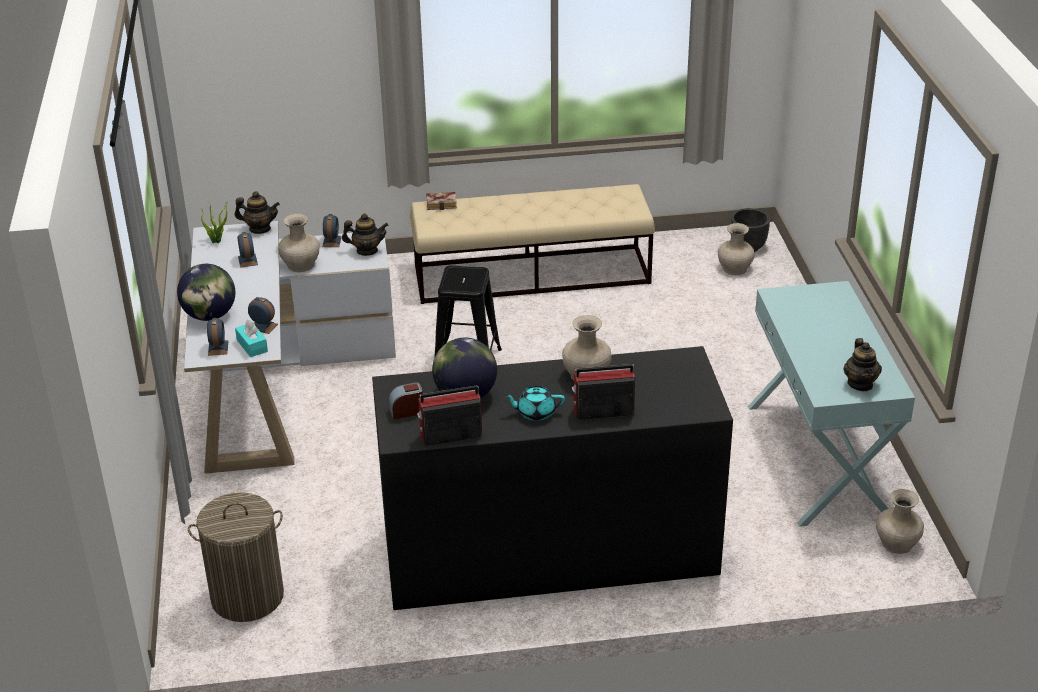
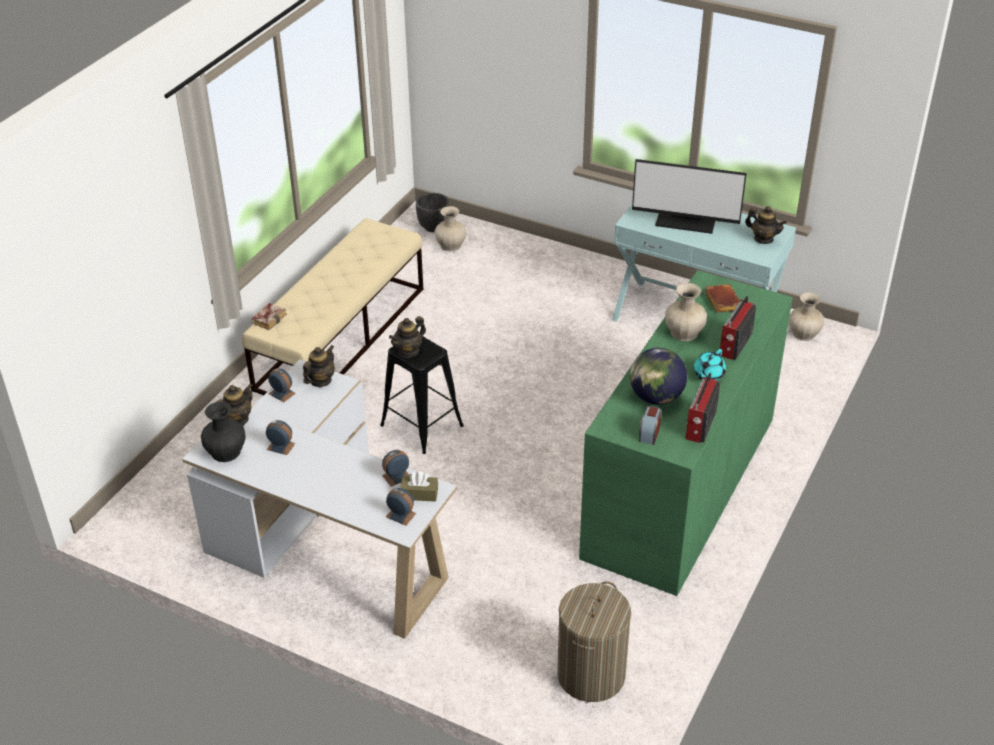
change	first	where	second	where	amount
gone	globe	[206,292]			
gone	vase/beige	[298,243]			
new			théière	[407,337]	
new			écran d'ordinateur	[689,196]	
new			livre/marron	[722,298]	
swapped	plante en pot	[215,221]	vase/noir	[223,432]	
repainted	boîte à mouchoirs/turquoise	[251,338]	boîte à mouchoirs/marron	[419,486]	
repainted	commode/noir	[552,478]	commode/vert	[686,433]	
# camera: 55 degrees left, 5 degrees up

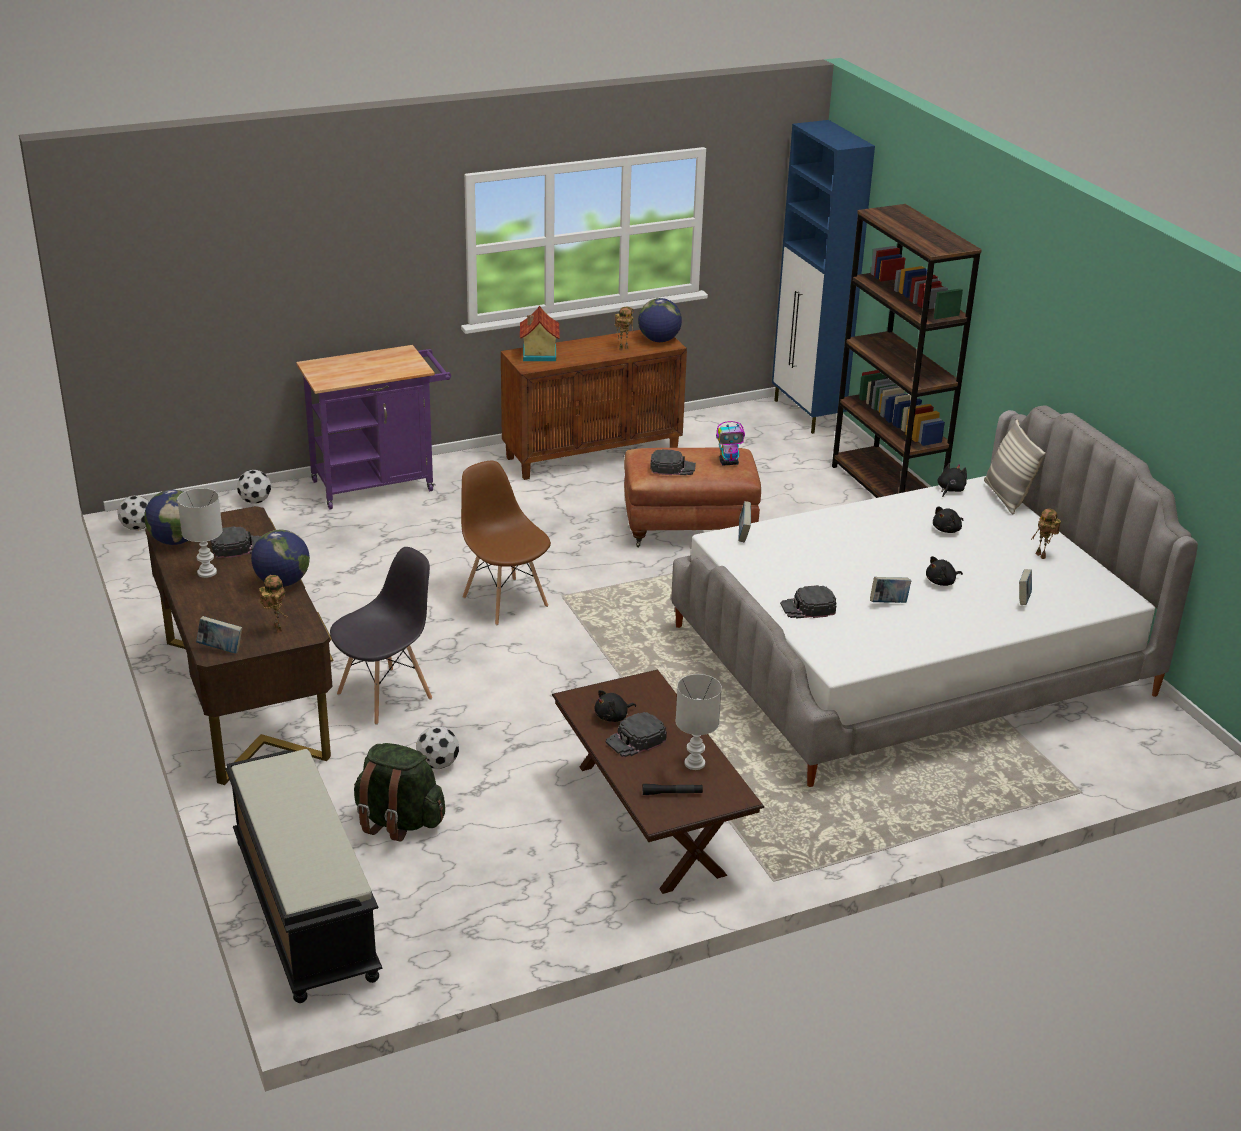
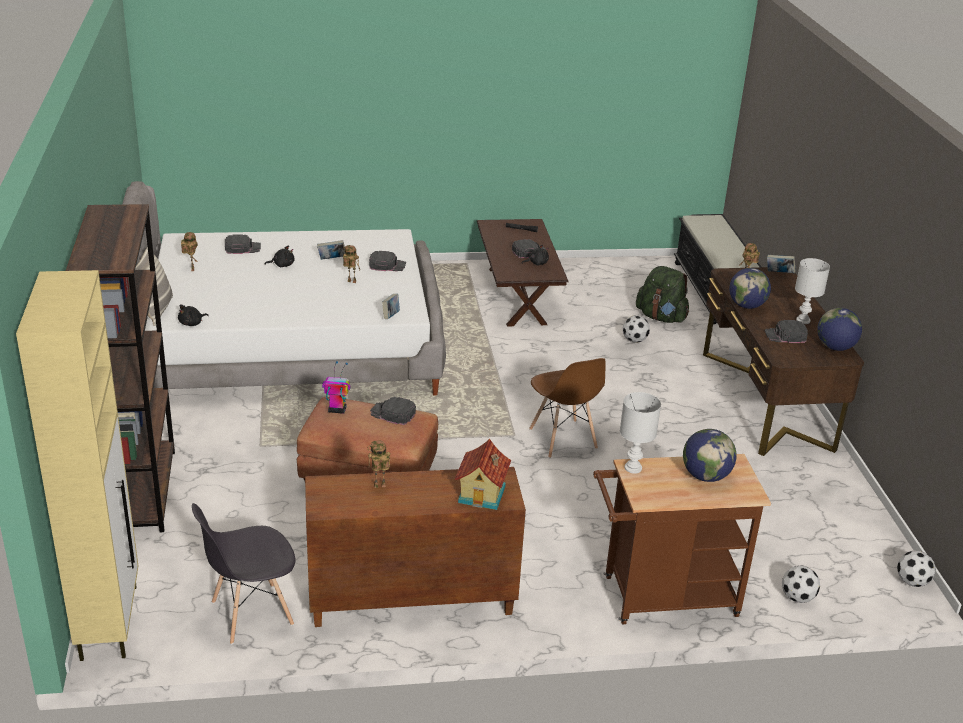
change	first	where	second	where	amount
gone	peluche/noir	[948,519]			
new			robot jouet	[351,264]	
shifted	chaise/gris	[381,636]		[244,573]	
shifted	globe	[660,320]		[710,455]	
shifted	lampe de table/blanc	[699,722]		[640,433]	
swapped	livre	[1025,587]	casquette/noir	[243,244]	
repainted	chariot/violet	[373,427]	chariot/marron	[682,539]	
repainted	meuble de rangement/bleu	[823,277]	meuble de rangement/beige	[77,465]	
# camera: 165 degrees left, 0 degrees up

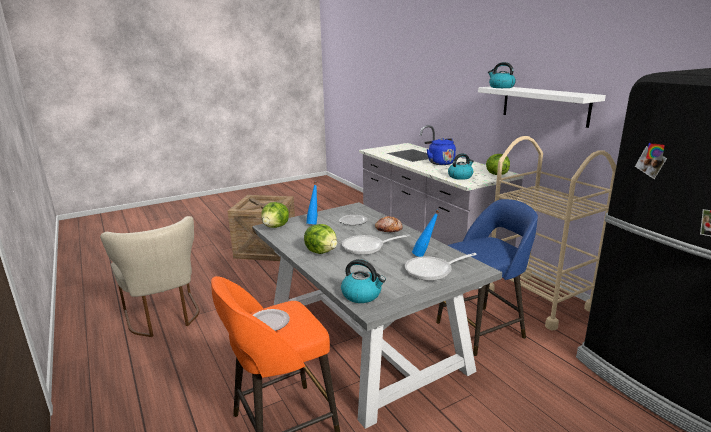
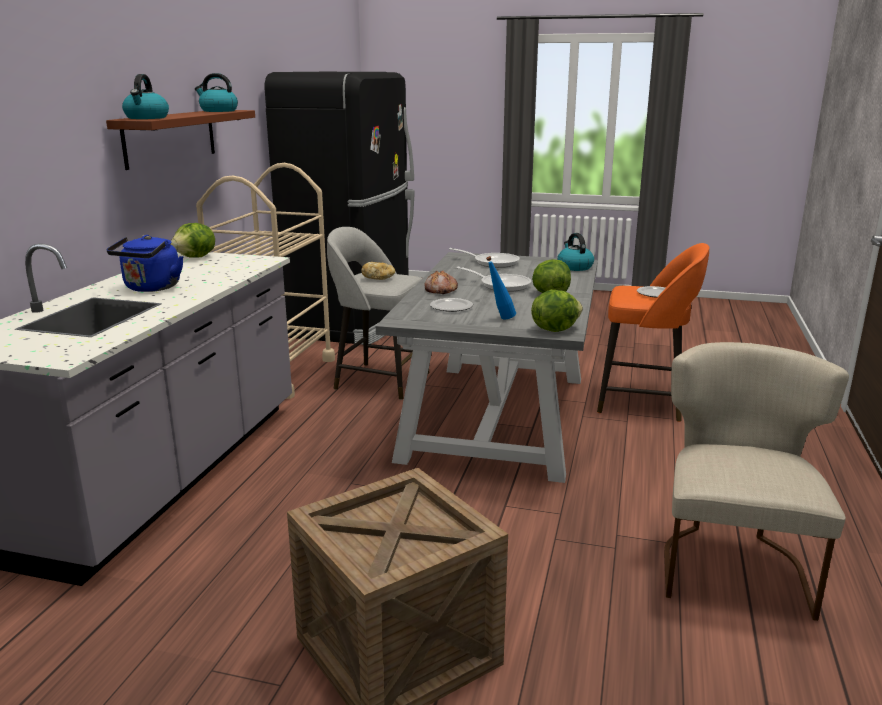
change	first	where	second	where	amount
gone	bouteille/bleu	[426,233]			
new			pain	[378,271]	
shifted	bouilloire	[461,166]		[216,92]	
repainted	tabouret/bleu	[487,277]	tabouret/gris	[378,313]	
repainted	étagère/blanc	[542,107]	étagère/marron	[180,140]	
# camera: 135 degrees left, 0 degrees up

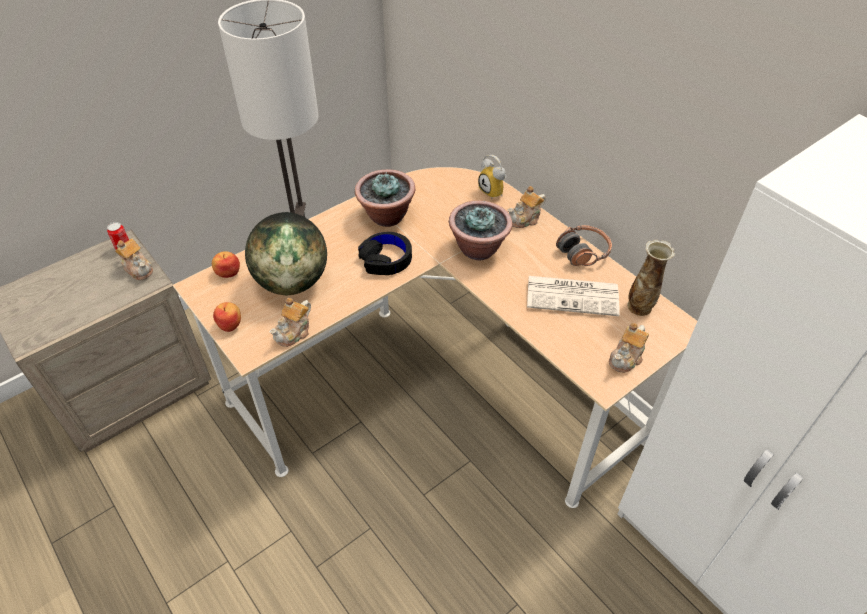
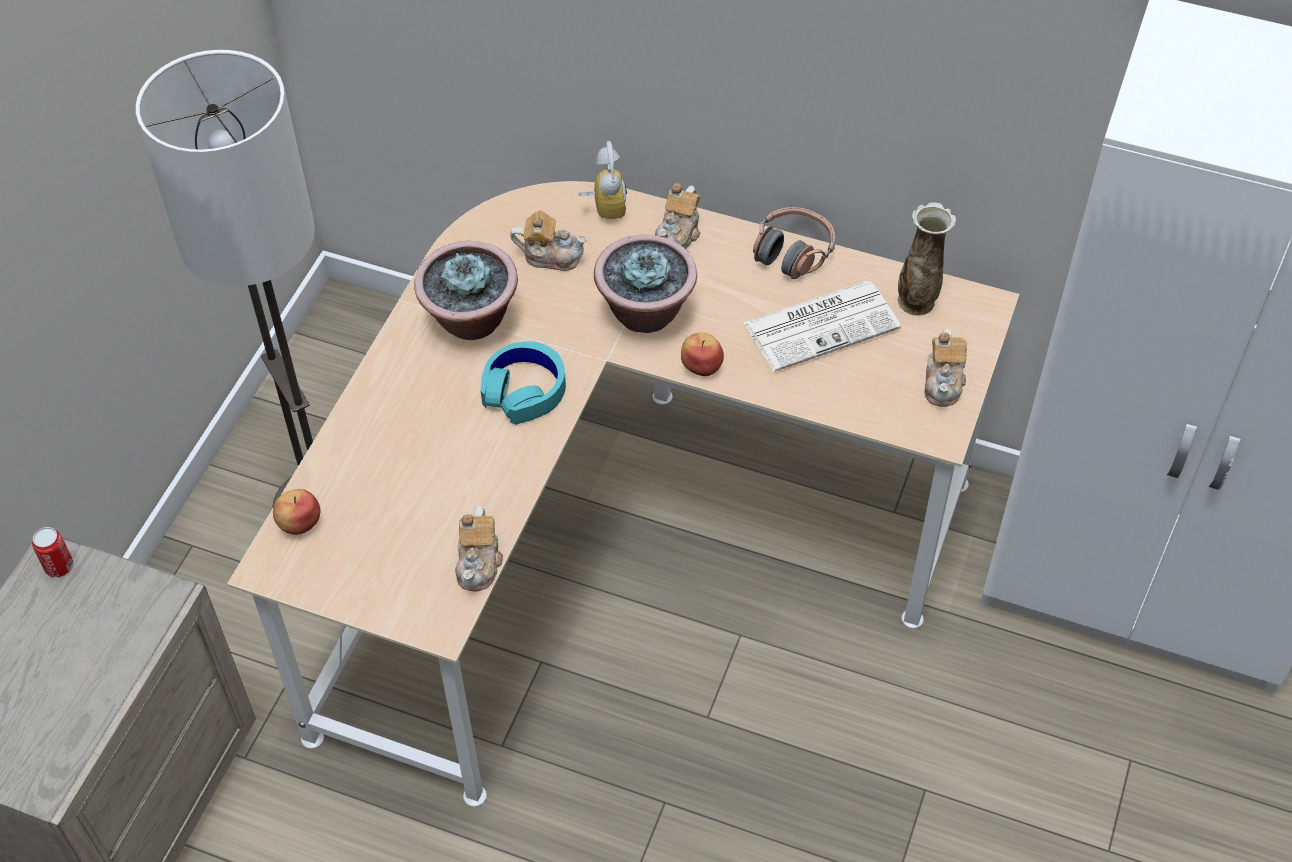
change	first	where	second	where	amount
gone	globe	[286,253]			
shifted	théière	[134,259]		[548,240]	
shifted	pomme	[227,317]		[702,354]	
repainted	casque audio/noir	[385,253]	casque audio/turquoise	[523,383]	
rotated	réveil	[492,176]		[603,180]	120 degrees counterclockwise
# camera: 30 degrees left, 5 degrees up

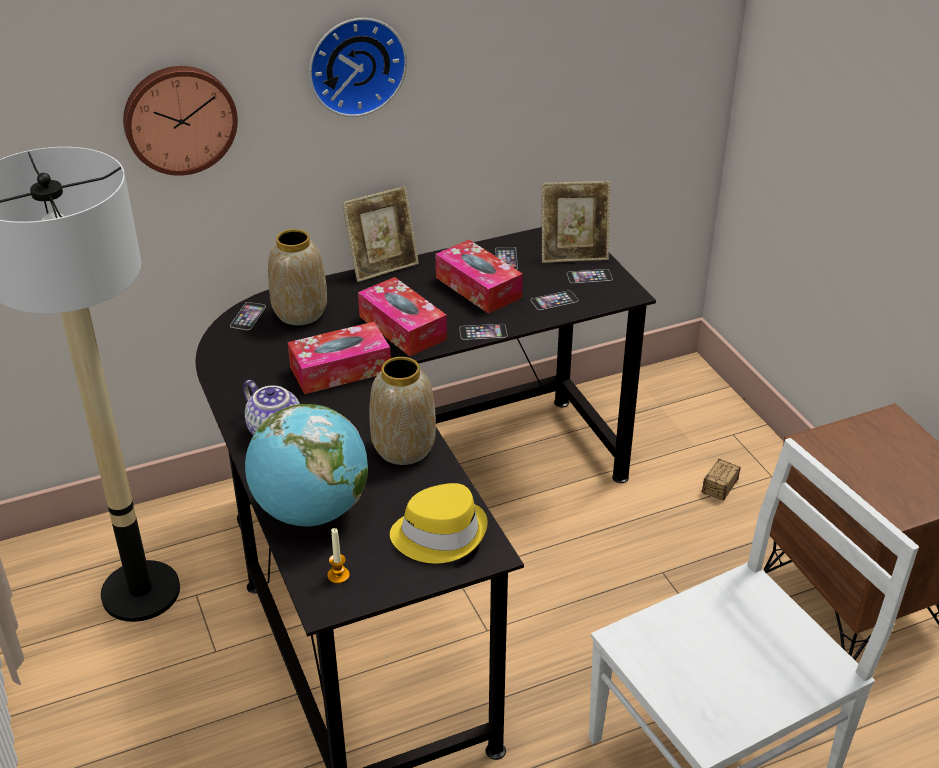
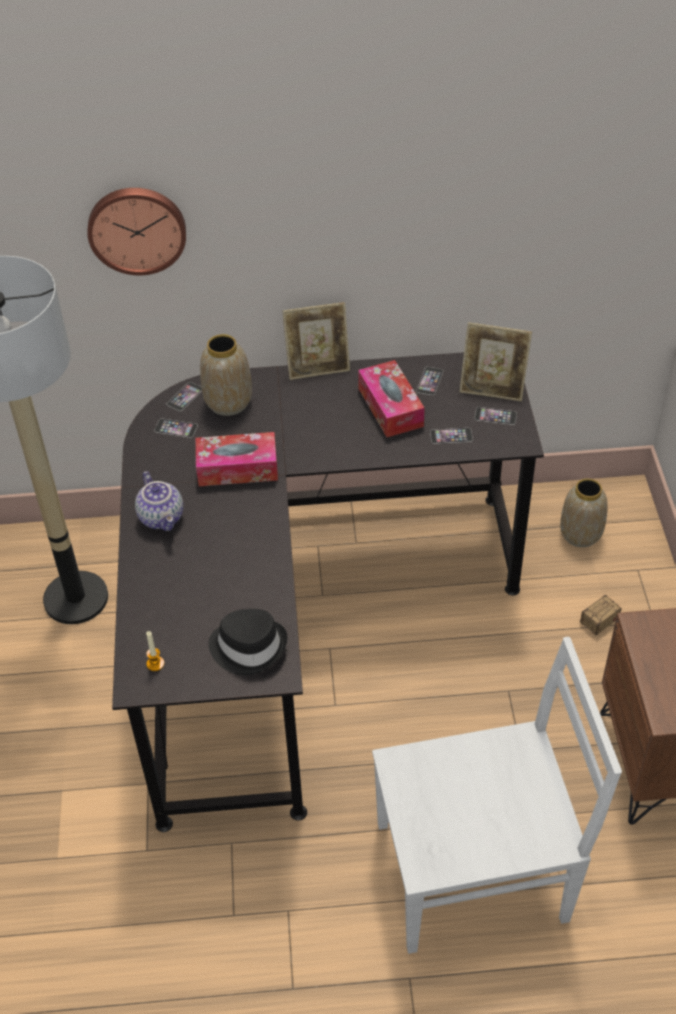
change	first	where	second	where	amount
gone	globe	[306,465]			
gone	horloge murale	[358,67]			
gone	boîte à mouchoirs	[402,316]			
shifted	vase	[402,411]		[584,513]	
shifted	téléphone	[483,332]		[176,428]	
repainted	chapeau/jaune	[439,523]	chapeau/noir	[248,642]	
# camera: 20 degrees right, 10 degrees up

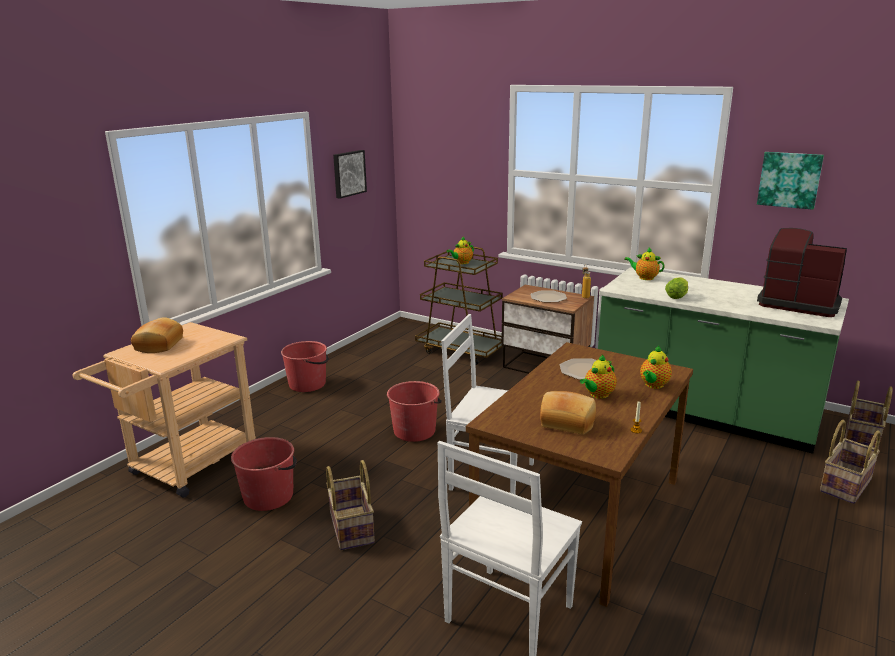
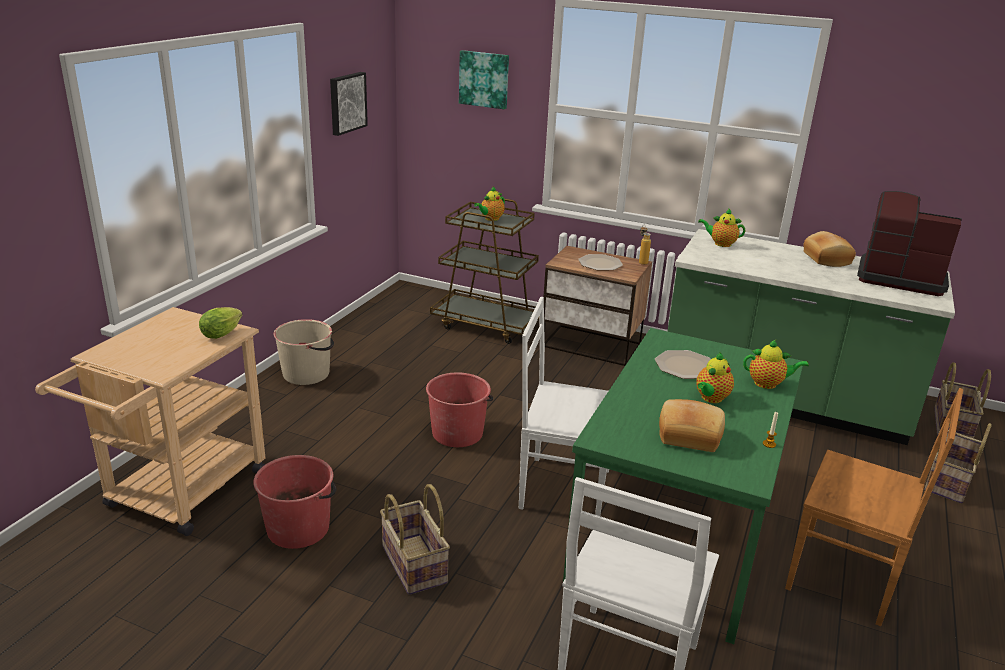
change	first	where	second	where	amount
new			chaise/marron	[874,507]	
shifted	pain	[157,335]		[830,249]	
shifted	laitue	[676,288]		[220,323]	
shifted	tableau	[790,181]		[484,79]	
repainted	seau/rouge	[305,366]	seau/beige	[304,352]	
repainted	table à manger/marron	[579,474]	table à manger/vert	[683,486]	
rotated	théière	[656,367]		[776,364]	105 degrees counterclockwise
# camera: 10 degrees left, 5 degrees up

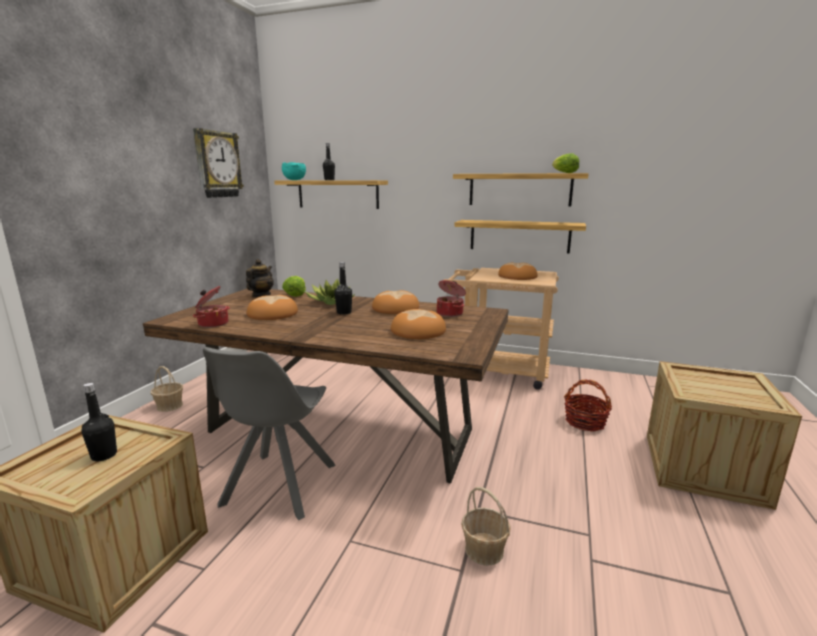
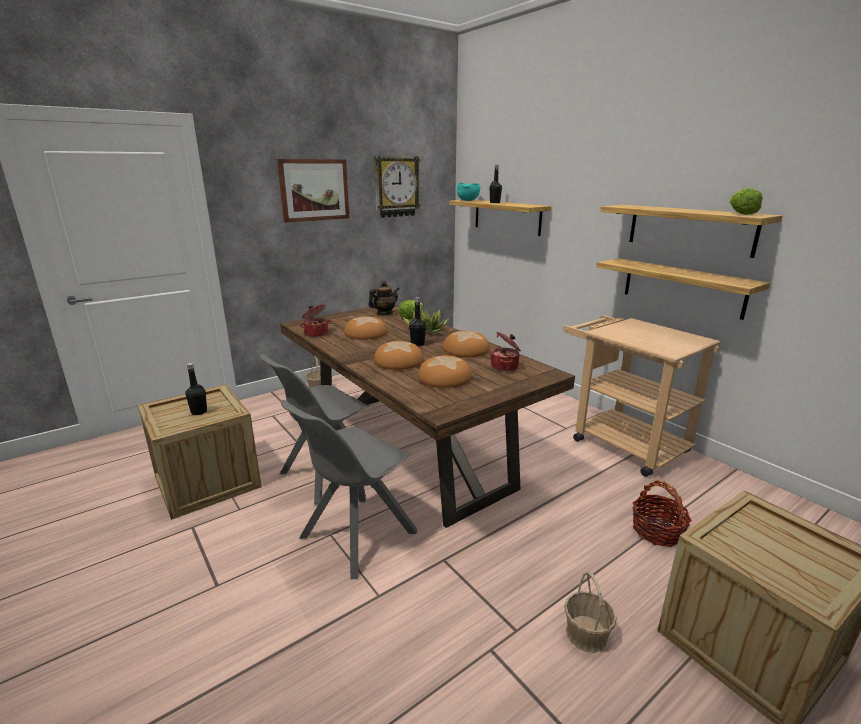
change	first	where	second	where	amount
new			tableau	[313,191]	
new			chaise/gris	[349,490]	
shifted	panier	[486,526]		[590,612]	
shifted	pain	[518,271]		[399,355]	
# camera: 35 degrees right, 5 degrees up

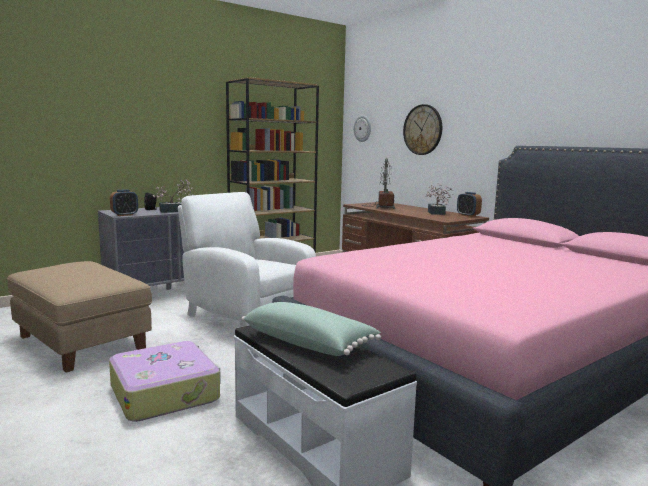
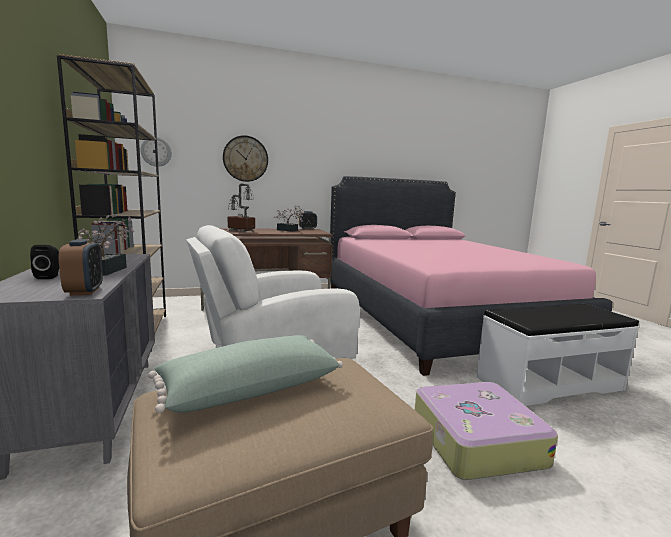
change	first	where	second	where	amount
shifted	coussin/vert	[311,329]		[245,374]	
# camera: 70 degrees left, 0 degrees up

